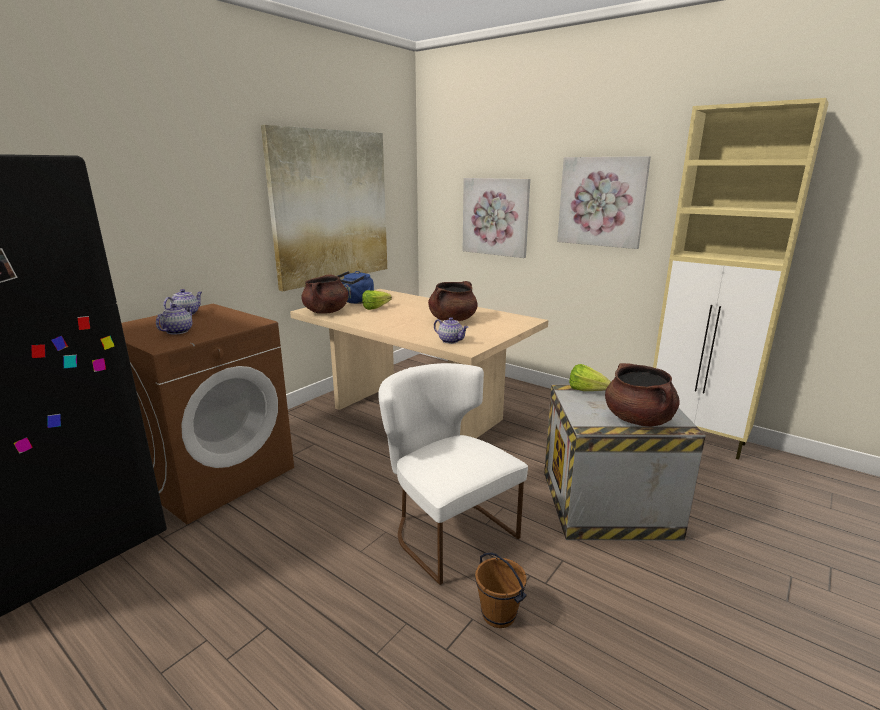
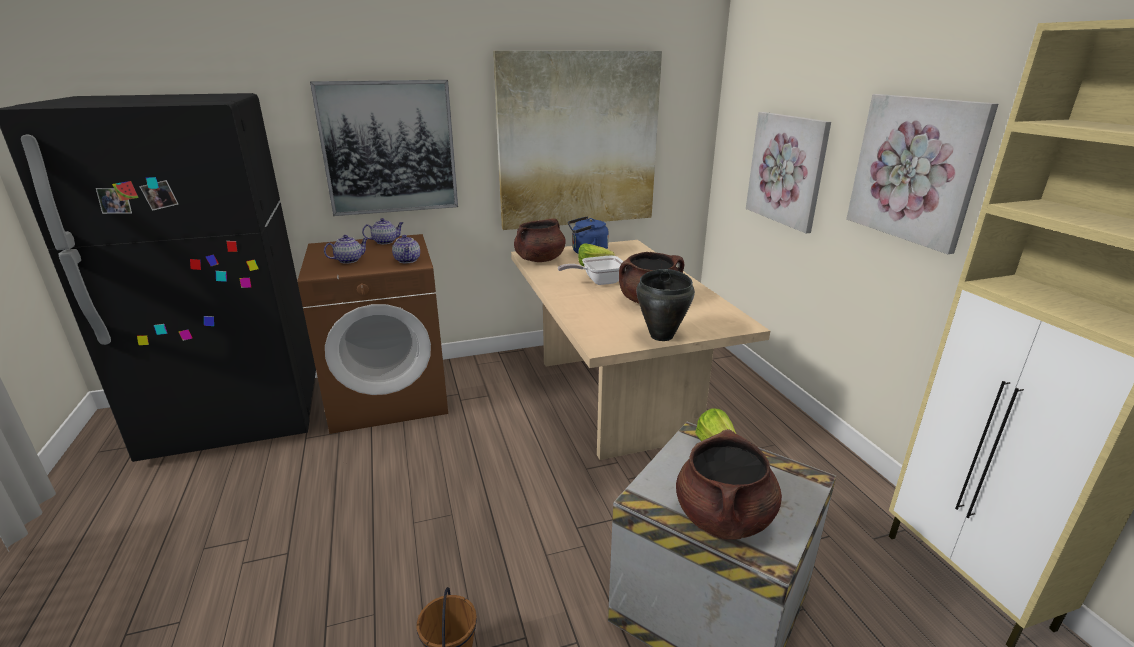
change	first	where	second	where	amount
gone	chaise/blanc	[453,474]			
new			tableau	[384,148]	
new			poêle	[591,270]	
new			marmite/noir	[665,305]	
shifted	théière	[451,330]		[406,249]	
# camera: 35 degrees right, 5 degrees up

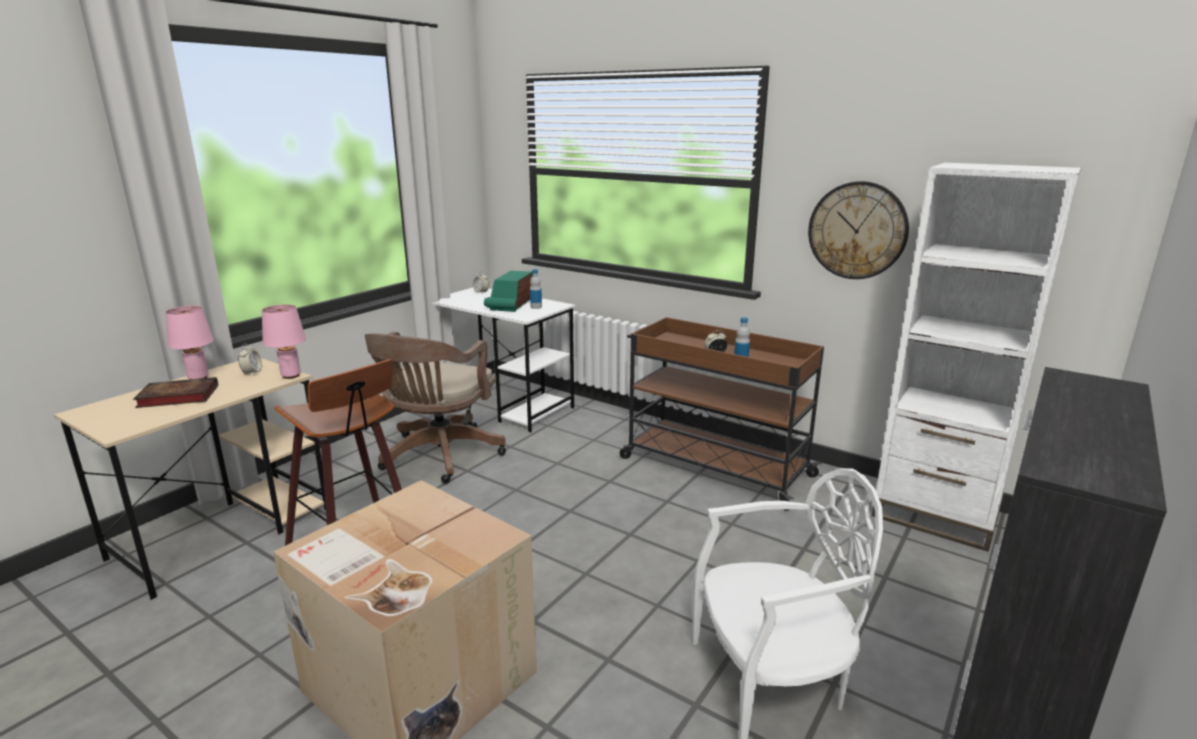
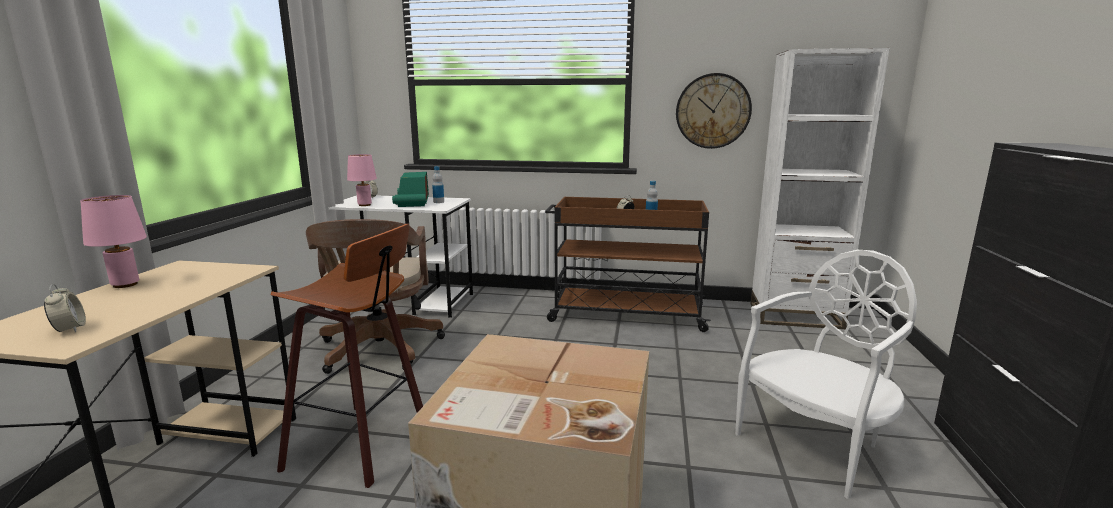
change	first	where	second	where	amount
gone	livre	[175,392]			
shifted	réveil	[250,359]		[65,308]	
shifted	lampe de table/rose	[284,341]		[362,180]	
# camera: 25 degrees left, 5 degrees down

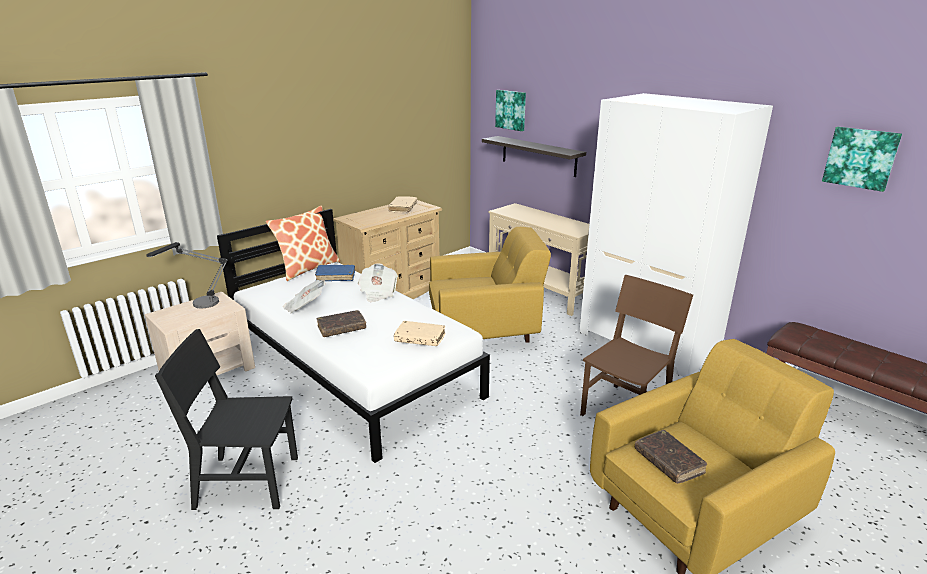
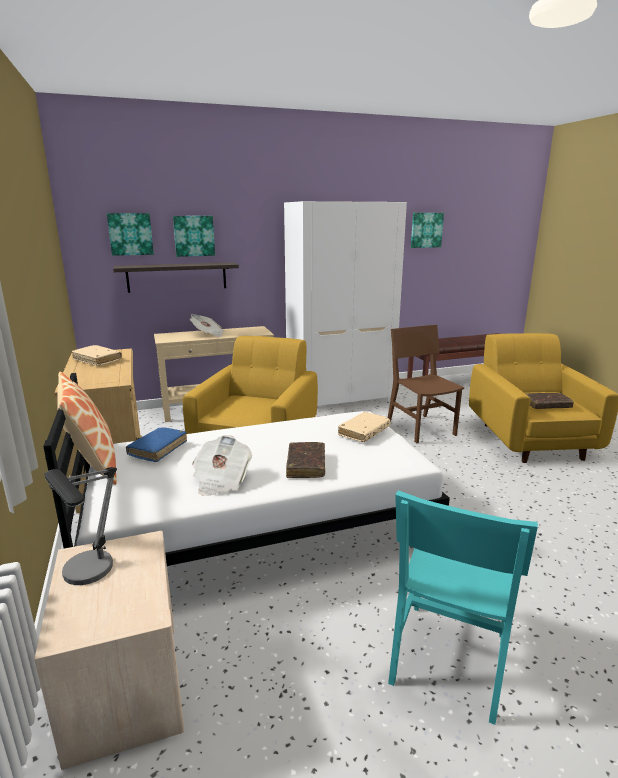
change	first	where	second	where	amount
new			tableau	[194,236]	
shifted	journal	[378,282]		[207,325]	
repainted	chaise/noir	[226,419]	chaise/turquoise	[463,607]	
# camera: 65 degrees left, 5 degrees down

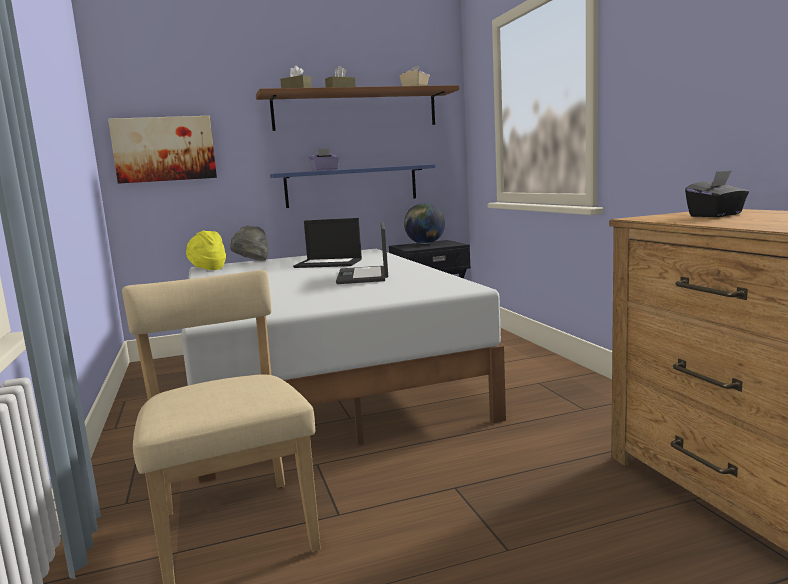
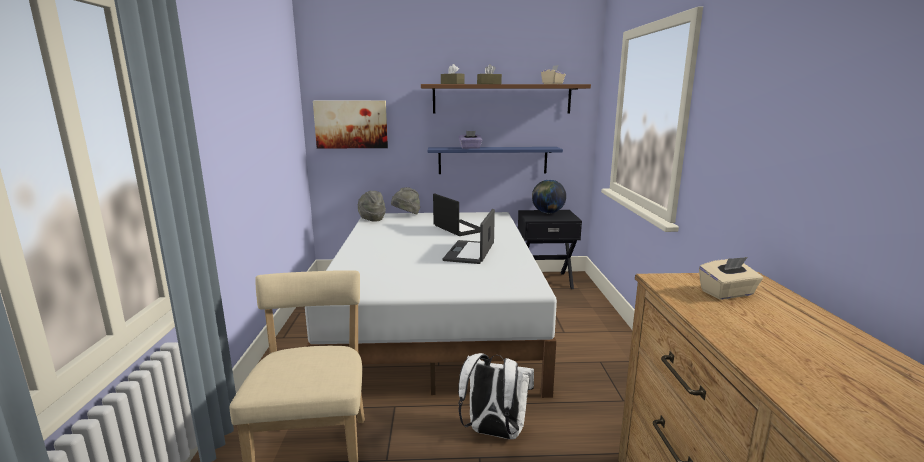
change	first	where	second	where	amount
new			sac à dos/blanc	[496,396]	
repainted	chapeau/jaune	[206,250]	chapeau/gris	[372,206]	
repainted	boîte à mouchoirs/noir	[717,193]	boîte à mouchoirs/beige	[731,278]	
rotated	ordinateur portable	[327,243]		[456,214]	150 degrees counterclockwise
# camera: 15 degrees right, 5 degrees up

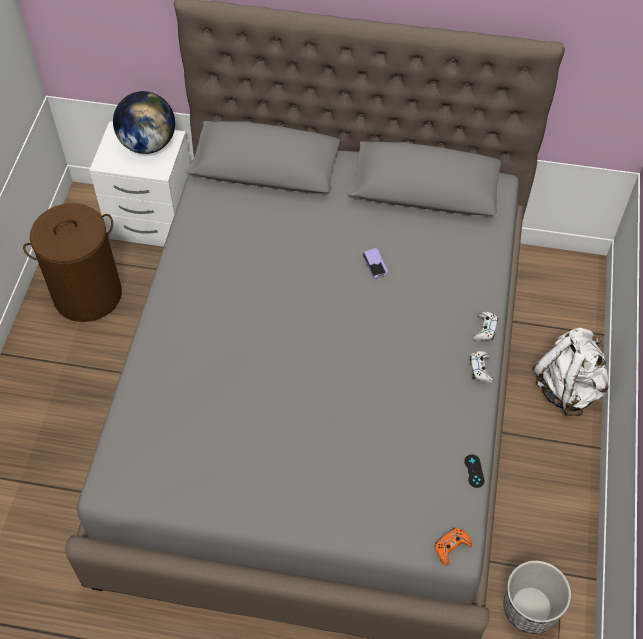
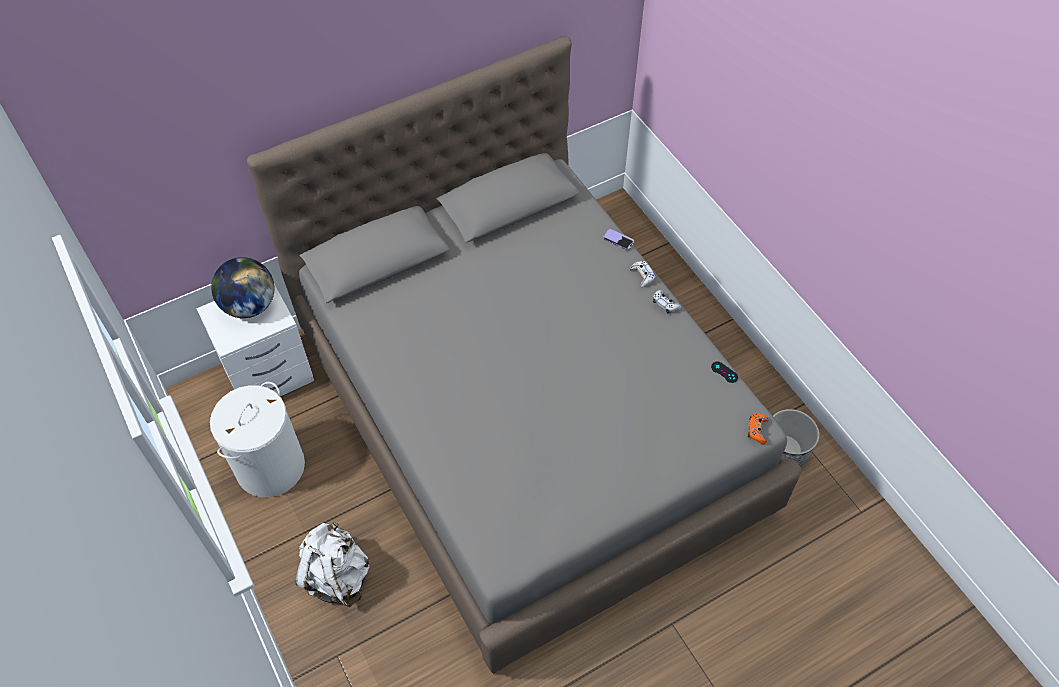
change	first	where	second	where	amount
shifted	téléphone	[375,263]		[618,240]	
shifted	sac à dos/blanc	[571,372]		[332,564]	
repainted	panier à linge/marron	[72,262]	panier à linge/blanc	[257,439]	
# camera: 40 degrees left, 0 degrees up

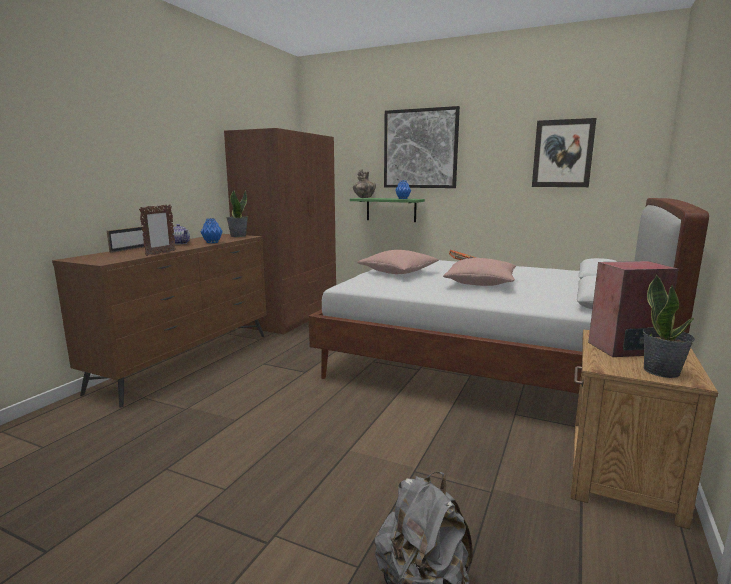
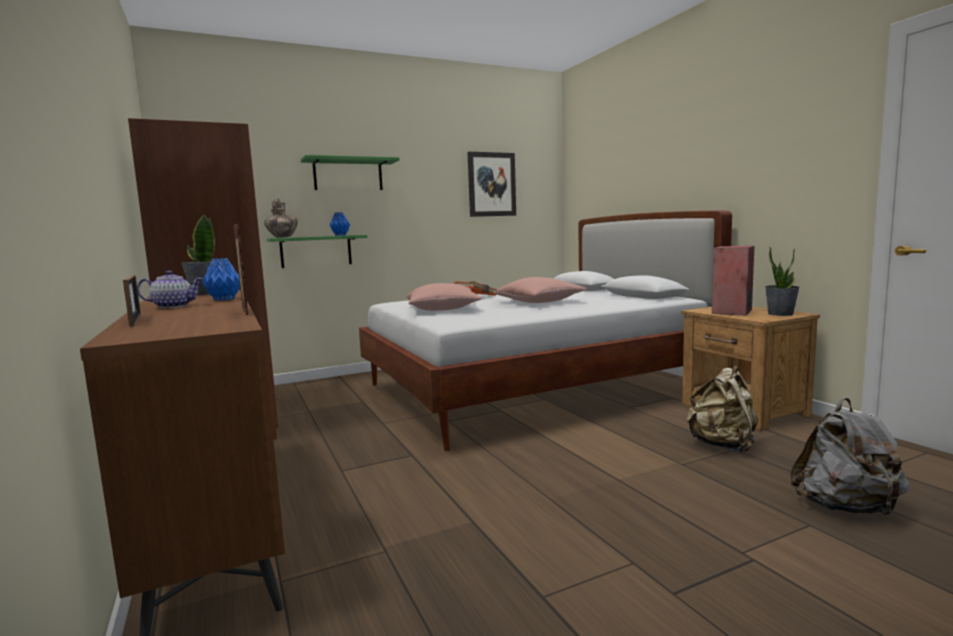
change	first	where	second	where	amount
new			sac à dos/beige	[722,409]	
swapped	tableau	[422,147]	étagère/vert	[350,172]	
# camera: 50 degrees left, 5 degrees down

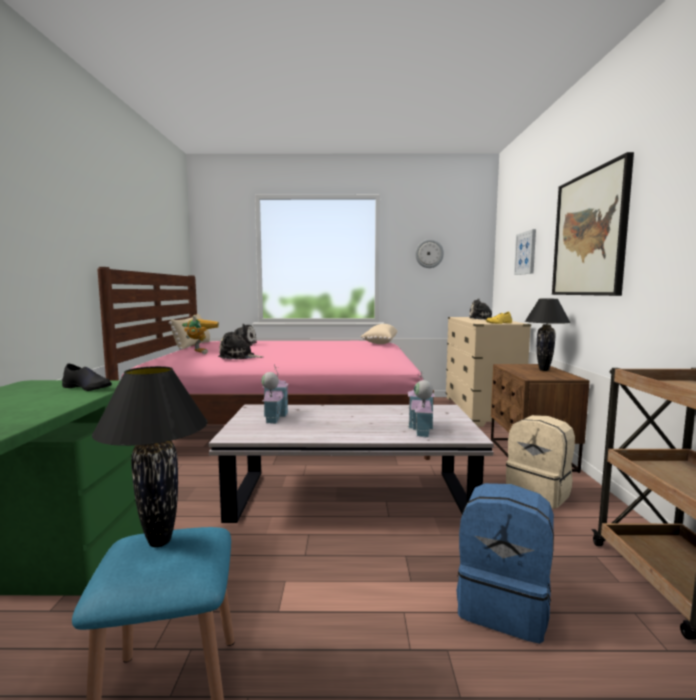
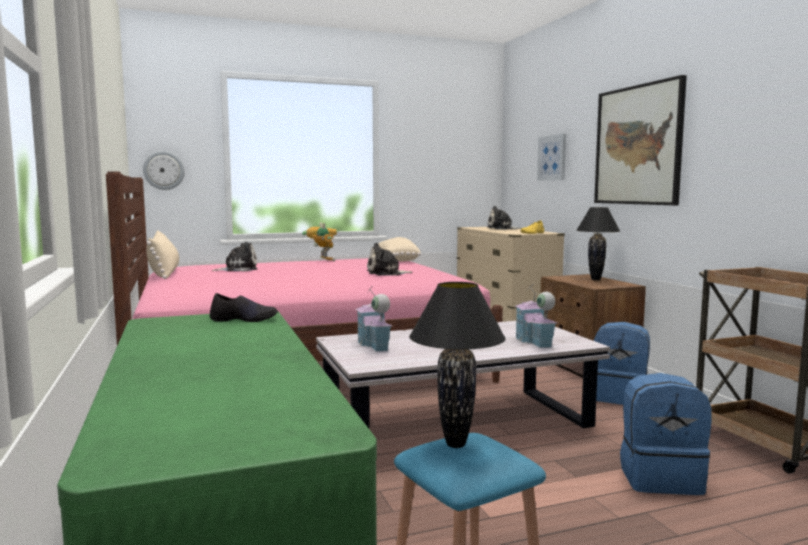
change	first	where	second	where	amount
shifted	robot jouet	[200,334]		[319,242]	
shifted	peluche	[240,344]		[390,259]	
shifted	horloge murale	[429,253]		[164,170]	
repainted	sac à dos/beige	[540,462]	sac à dos/bleu	[622,363]	
# camera: 20 degrees left, 0 degrees up

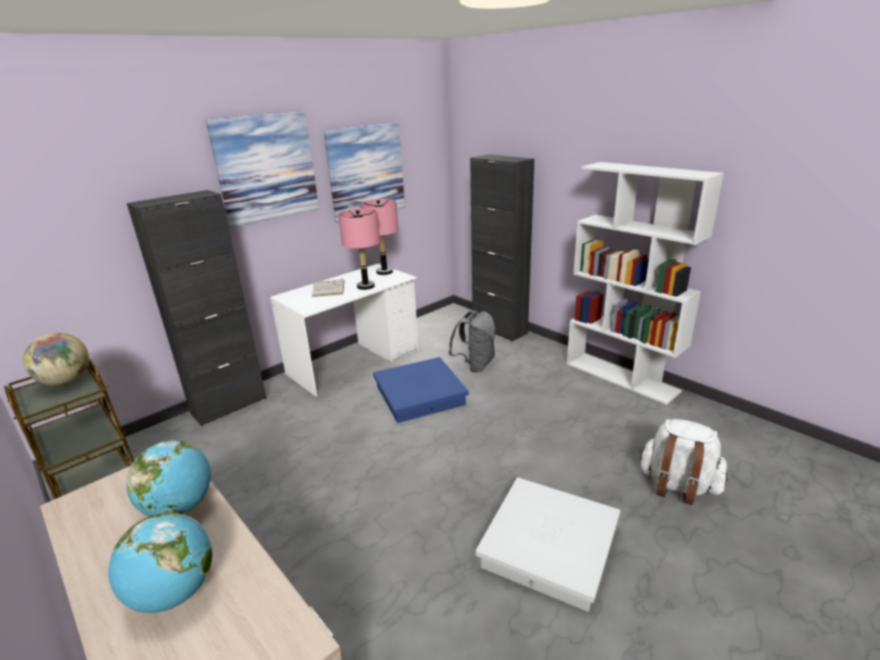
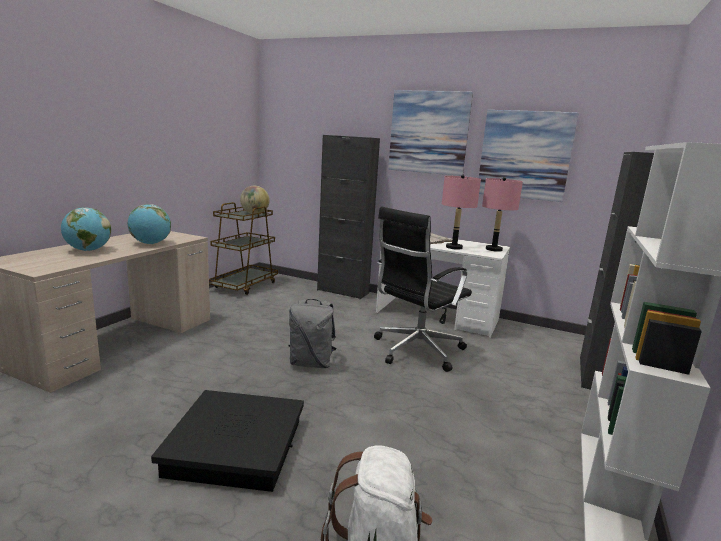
change	first	where	second	where	amount
shifted	sac à dos/gris	[472,341]		[312,333]	
swapped	boîte de rangement/bleu	[421,390]	chaise de bureau/noir	[423,289]	
repainted	boîte de rangement/blanc	[548,544]	boîte de rangement/noir	[227,441]	
# camera: 65 degrees right, 10 degrees down

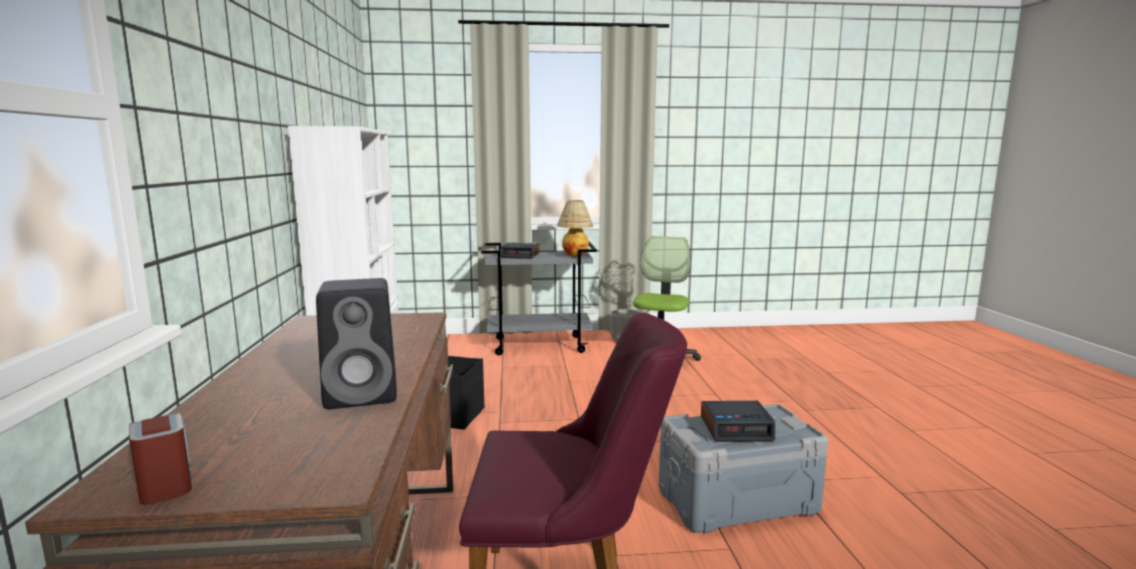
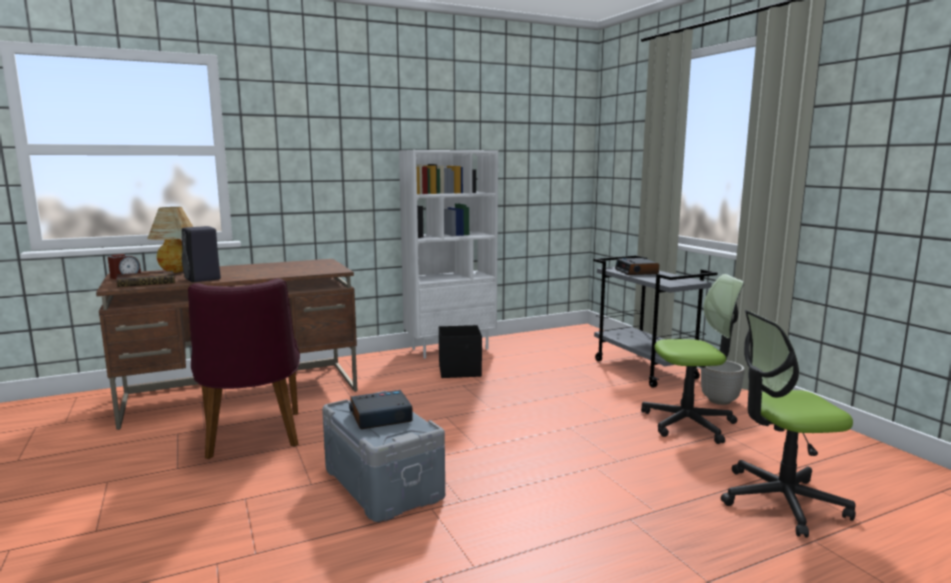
change	first	where	second	where	amount
new			livre	[145,279]	
new			chaise de bureau	[788,424]	
shifted	lampe de table	[575,228]		[170,240]	
rotated	réveil	[738,421]		[381,409]	90 degrees clockwise
# camera: 70 degrees right, 0 degrees up

